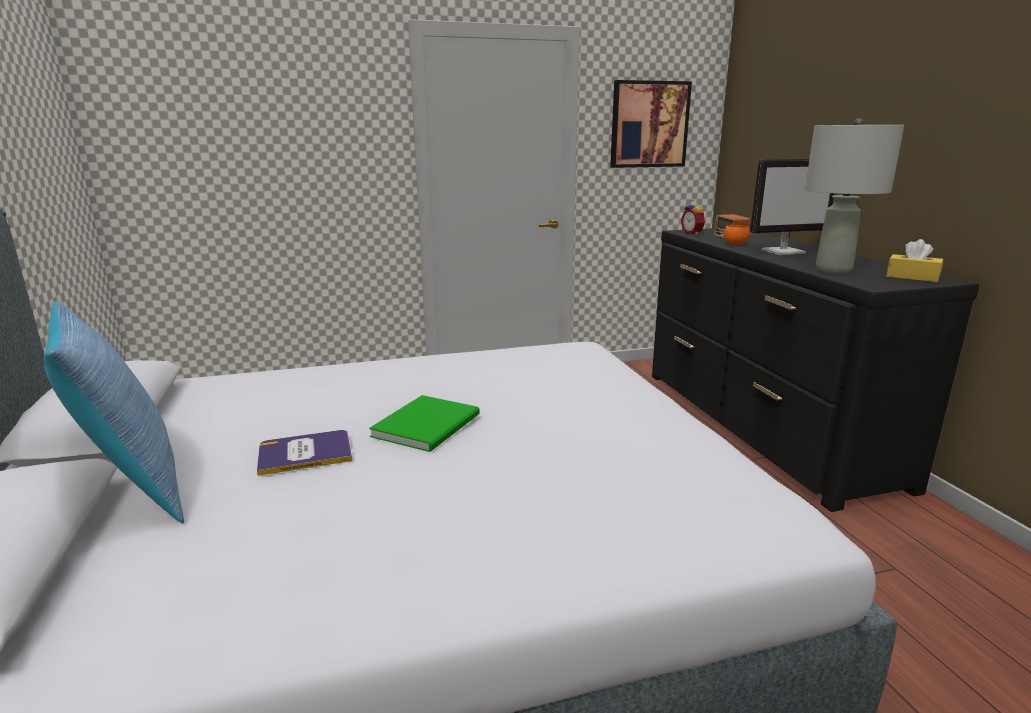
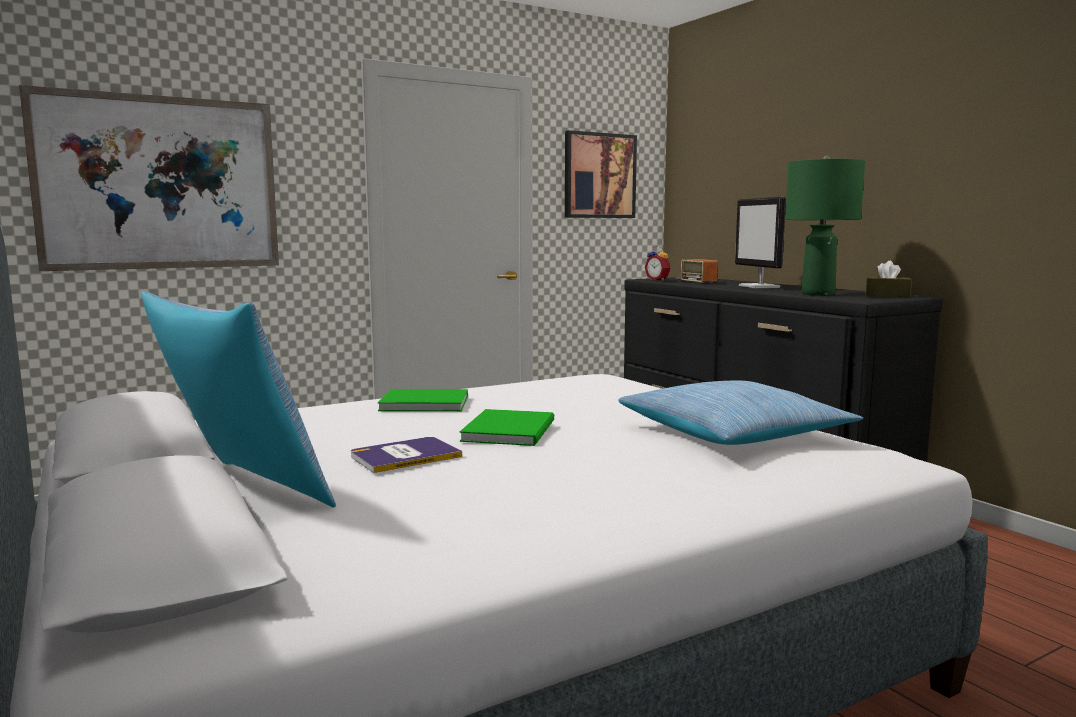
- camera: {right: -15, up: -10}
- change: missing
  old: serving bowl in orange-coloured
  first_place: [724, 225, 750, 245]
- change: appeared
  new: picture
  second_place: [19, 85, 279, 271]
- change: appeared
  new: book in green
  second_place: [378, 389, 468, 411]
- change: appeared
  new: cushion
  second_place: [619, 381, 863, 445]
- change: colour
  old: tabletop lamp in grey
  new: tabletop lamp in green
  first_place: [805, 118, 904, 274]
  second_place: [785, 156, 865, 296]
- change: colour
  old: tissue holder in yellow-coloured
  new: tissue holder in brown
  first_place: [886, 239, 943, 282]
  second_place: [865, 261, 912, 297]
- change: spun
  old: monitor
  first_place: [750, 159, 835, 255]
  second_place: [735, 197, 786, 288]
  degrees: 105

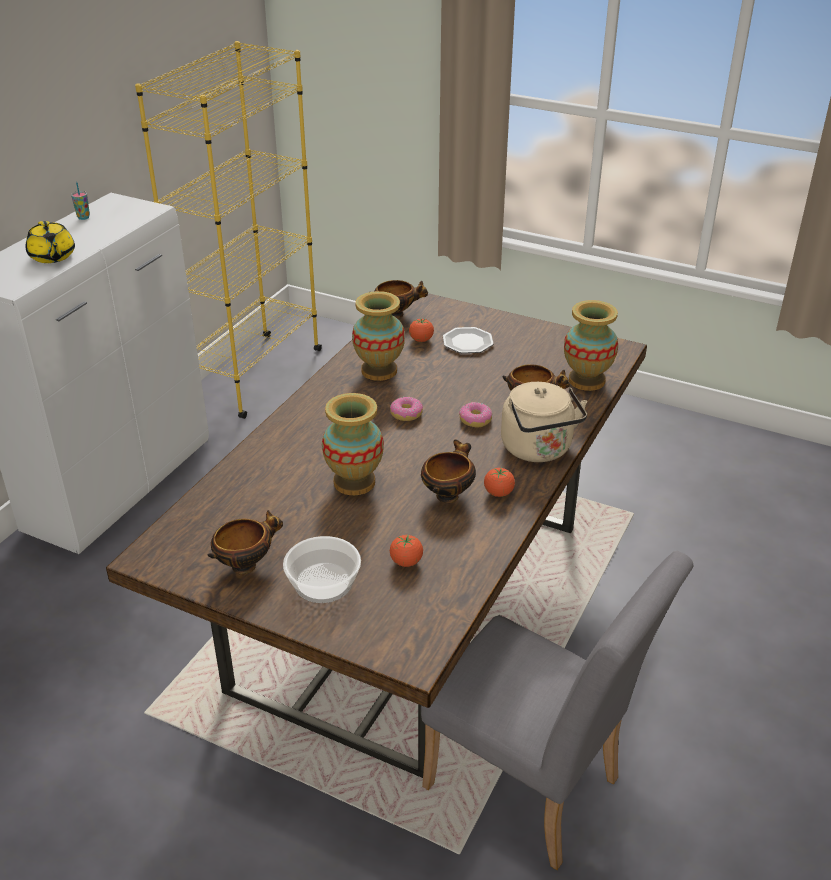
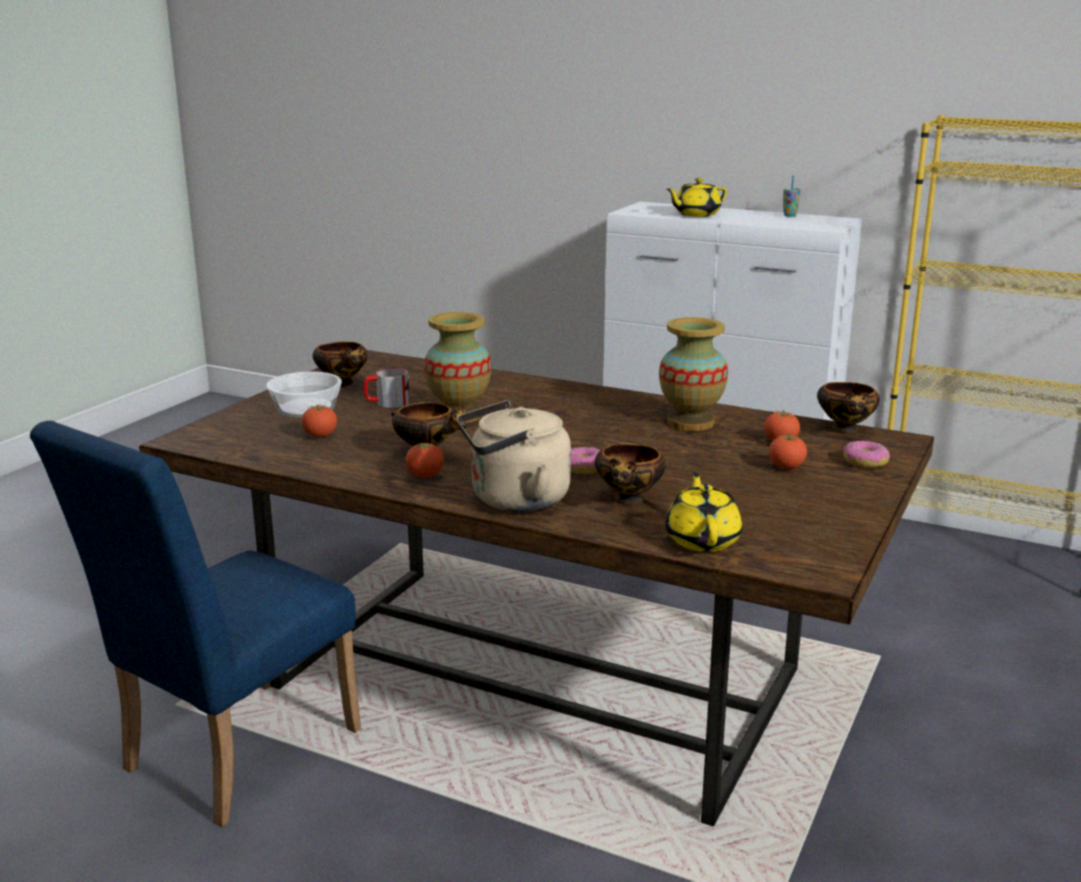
- camera: {right: 90, up: -15}
- change: appeared
  new: coffee mug
  second_place: [363, 368, 410, 408]
- change: relocated
  old: ring doughnut
  first_place: [390, 397, 423, 421]
  second_place: [843, 440, 890, 468]
- change: exchanged
  old: dinner plate
  new: fresh tomato
  first_place: [443, 327, 494, 353]
  second_place: [769, 433, 807, 469]
- change: exchanged
  old: decorative vase
  new: teapot in yellow-coloured
  first_place: [564, 300, 618, 391]
  second_place: [665, 473, 742, 552]
- change: colour
  old: upright chair in grey
  new: upright chair in blue
  first_place: [421, 551, 693, 870]
  second_place: [30, 421, 361, 827]

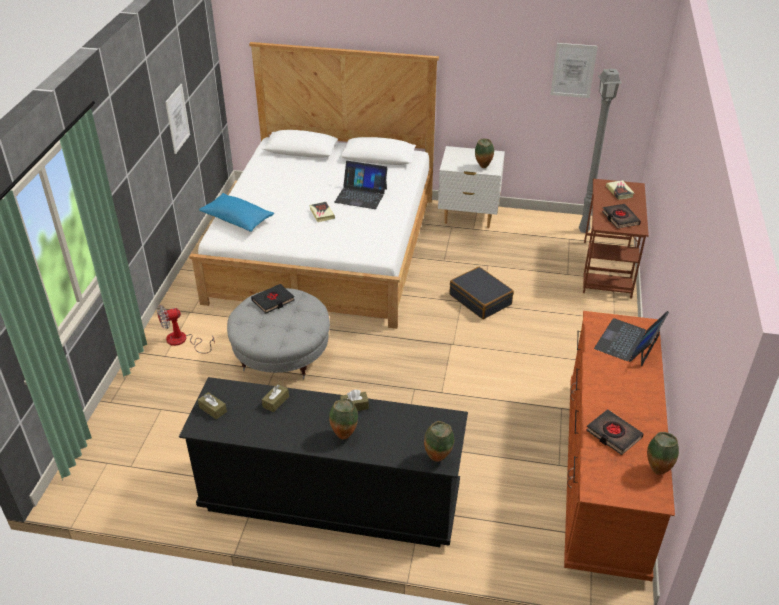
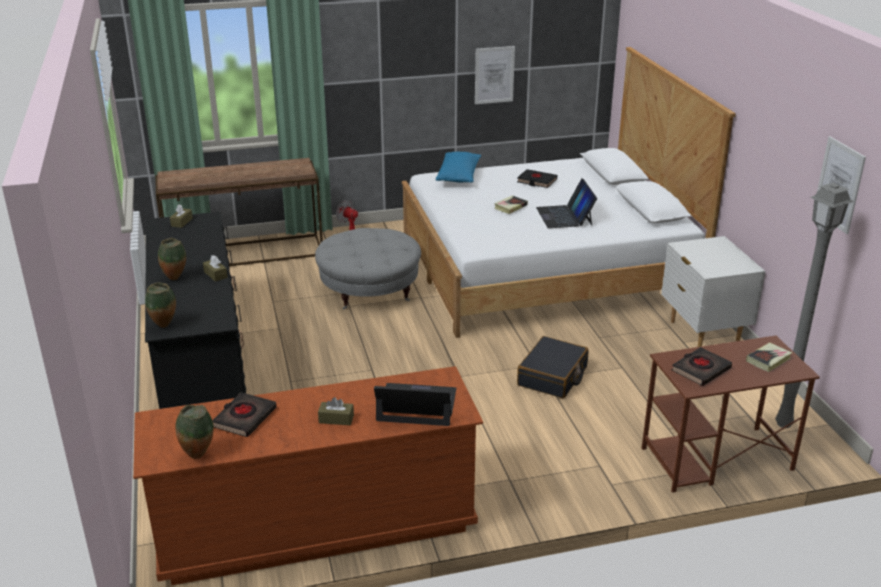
- camera: {right: 65, up: -10}
- change: missing
  old: decorative vase
  first_place: [475, 139, 494, 168]
- change: appeared
  new: hall table in brown
  second_place: [155, 158, 323, 266]
- change: relocated
  old: book in black-coloured
  first_place: [251, 284, 294, 314]
  second_place: [517, 169, 557, 188]
- change: relocated
  old: tissue holder in brown
  first_place: [262, 384, 289, 413]
  second_place: [318, 397, 354, 425]

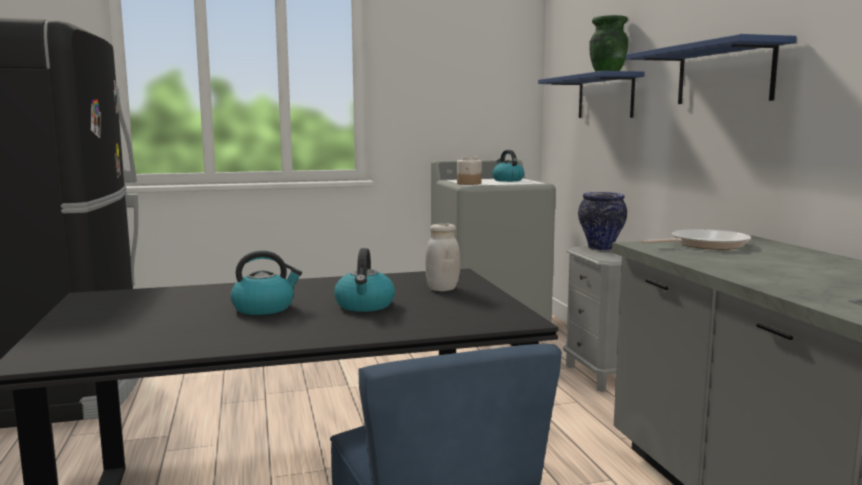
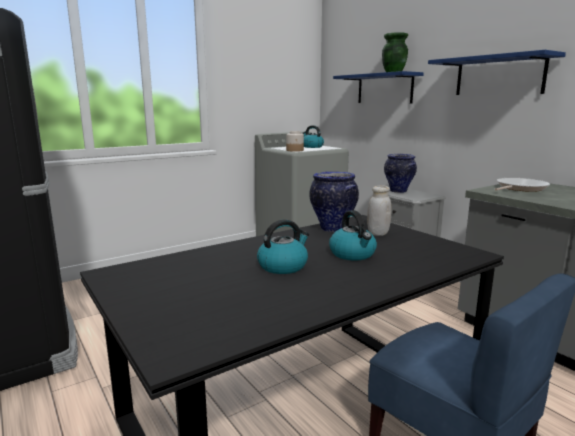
- camera: {right: -20, up: 5}
- change: appeared
  new: decorative vase
  second_place: [309, 172, 359, 232]

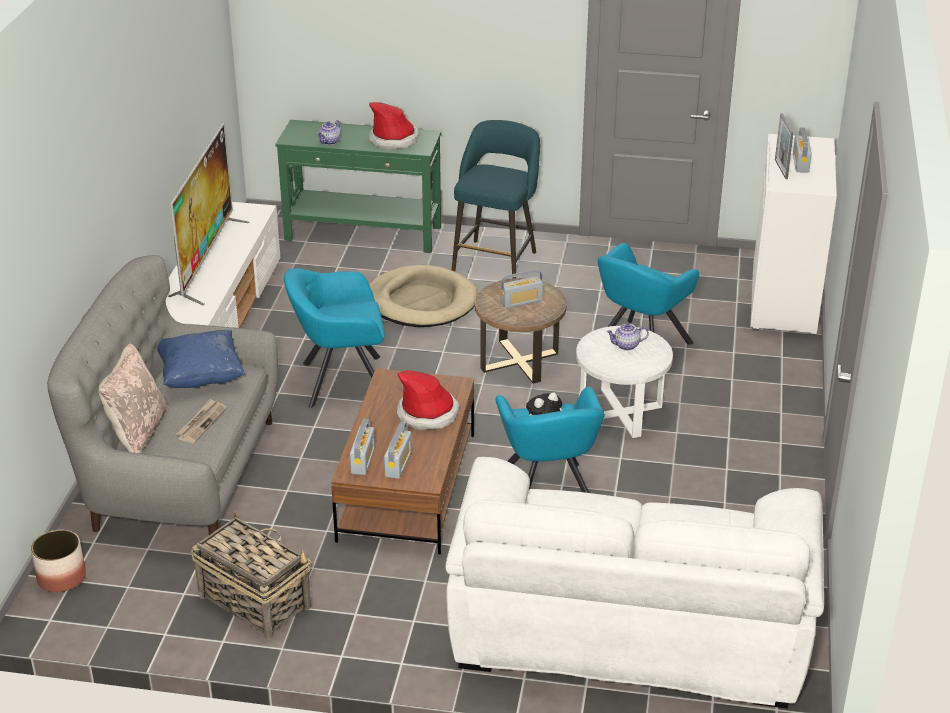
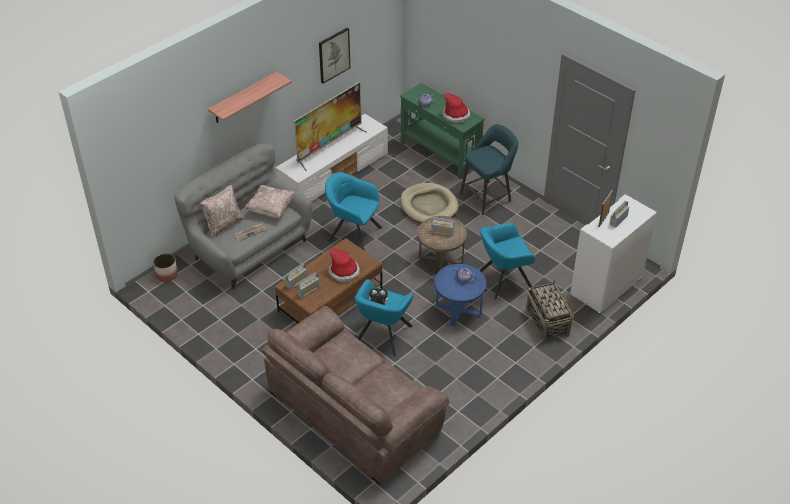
- camera: {right: 35, up: 10}
- change: appeared
  new: shelf
  second_place: [208, 71, 292, 123]
- change: appeared
  new: picture
  second_place: [319, 28, 350, 84]
- change: relocated
  old: storage basket
  first_place: [191, 511, 311, 640]
  second_place: [526, 280, 574, 342]
- change: colour
  old: cushion in blue
  new: cushion in beige-coloured
  first_place: [157, 330, 245, 388]
  second_place: [244, 185, 295, 218]
- change: colour
  old: couch in whitish
  new: couch in brown
  first_place: [446, 457, 824, 708]
  second_place: [262, 306, 449, 484]
- change: colour
  old: accent table in whitish
  new: accent table in blue
  first_place: [576, 326, 673, 438]
  second_place: [434, 264, 486, 326]

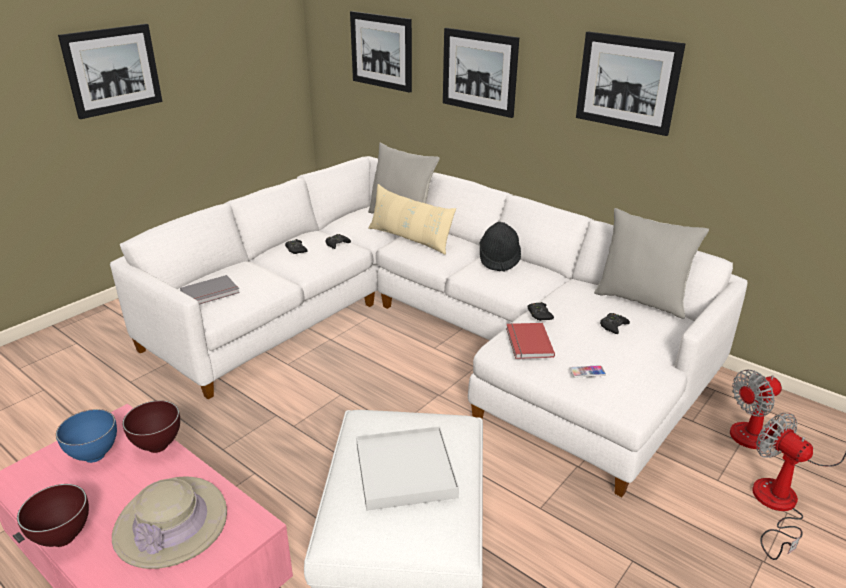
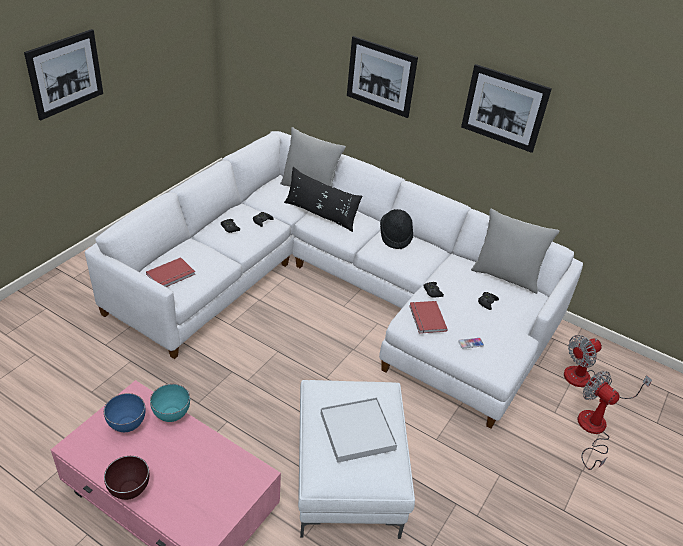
- camera: {right: -10, up: 10}
- change: missing
  old: clothing hat in beige-coloured
  first_place: [112, 476, 227, 569]
- change: missing
  old: picture
  first_place: [350, 11, 412, 93]
- change: colour
  old: serving bowl in brown
  new: serving bowl in turquoise-coloured
  first_place: [122, 400, 180, 453]
  second_place: [150, 384, 190, 422]
- change: colour
  old: book in grey
  new: book in reddish
  first_place: [180, 275, 240, 304]
  second_place: [146, 257, 195, 287]
- change: colour
  old: cushion in beige-coloured
  new: cushion in black-coloured
  first_place: [368, 184, 456, 255]
  second_place: [284, 167, 362, 232]

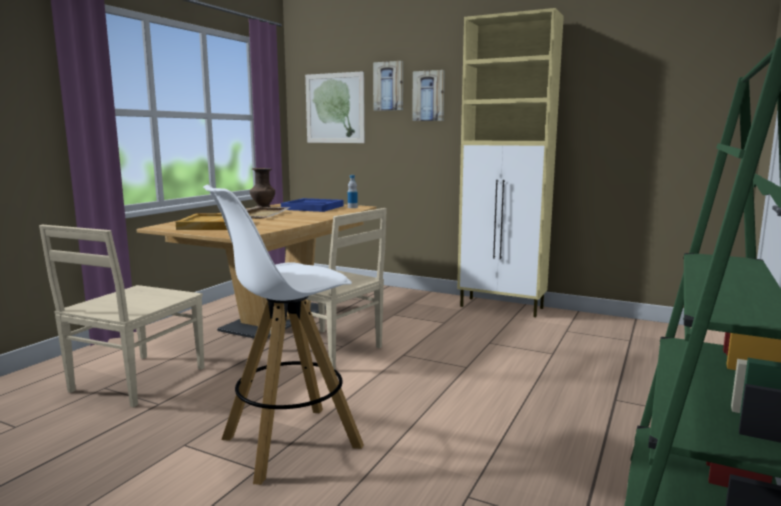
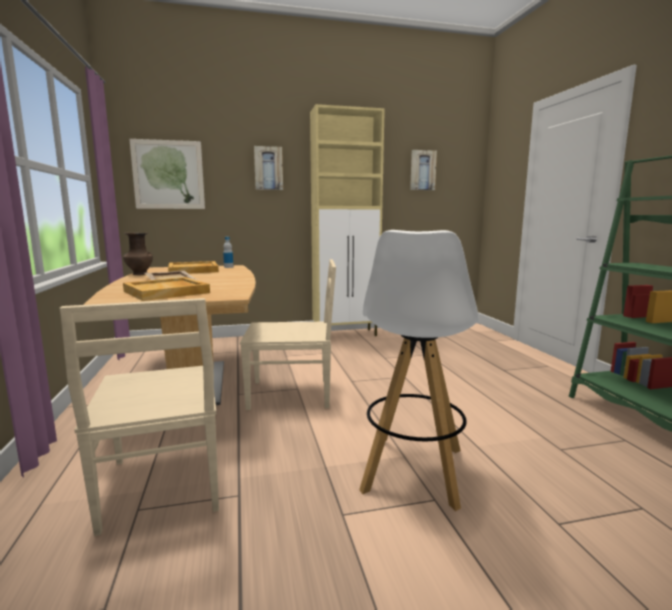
- camera: {right: -40, up: 0}
- change: relocated
  old: picture
  first_place: [373, 61, 403, 111]
  second_place: [410, 150, 437, 190]
- change: colour
  old: tray in blue
  new: tray in beige-coloured
  first_place: [281, 198, 343, 212]
  second_place: [168, 261, 219, 274]

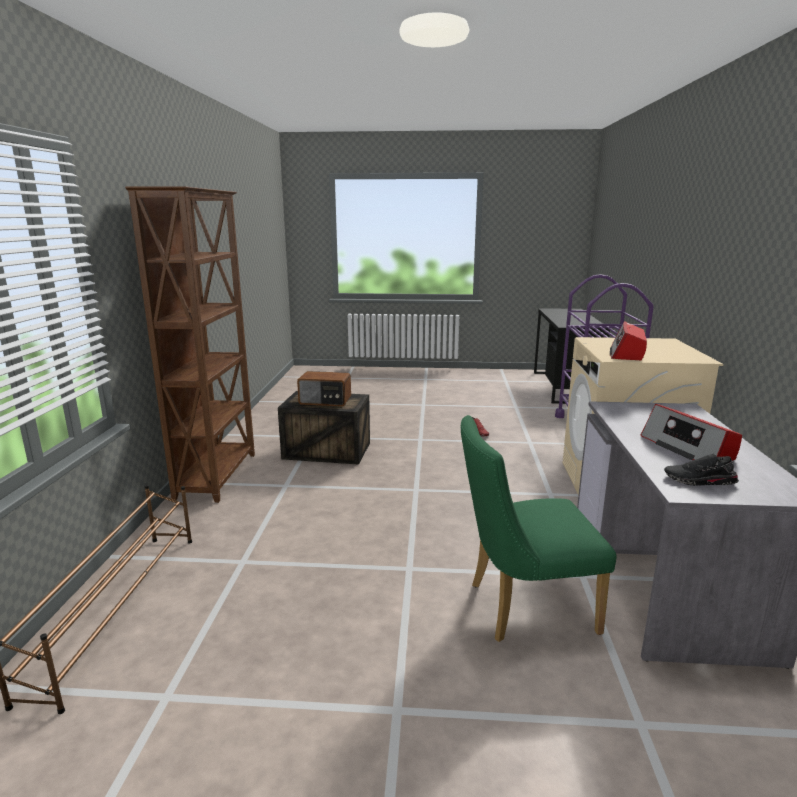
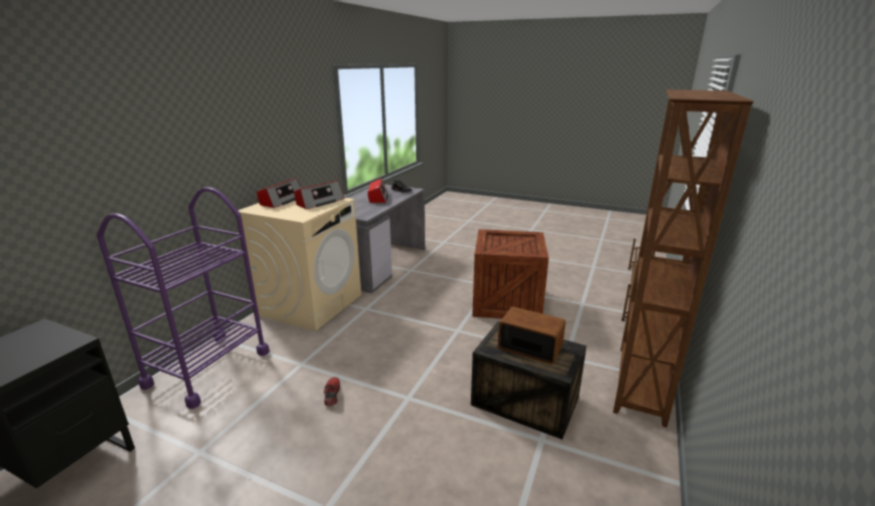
- camera: {right: -160, up: 5}
- change: missing
  old: upright chair in green
  first_place: [461, 415, 616, 642]
- change: appeared
  new: radio set
  second_place: [257, 178, 301, 208]
- change: appeared
  new: crate
  second_place: [472, 229, 549, 319]

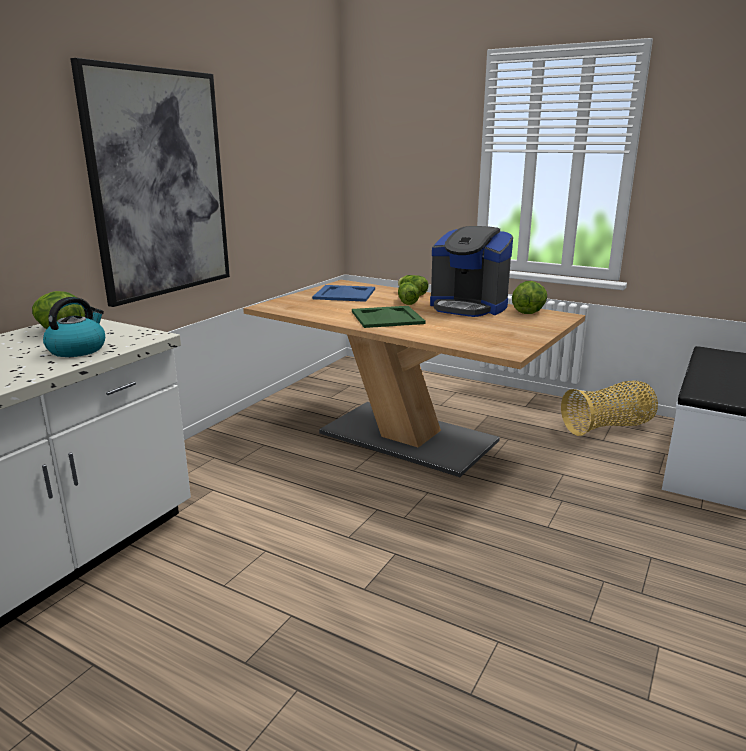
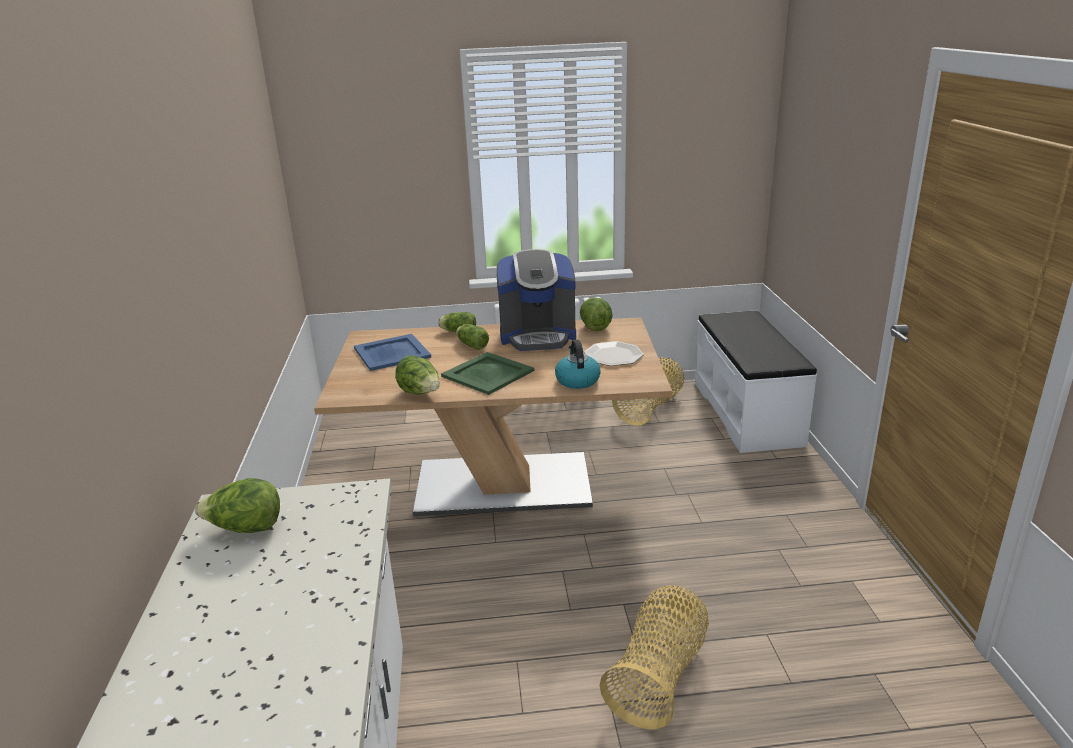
- camera: {right: -35, up: 5}
- change: missing
  old: picture
  first_place: [70, 58, 230, 307]
- change: appeared
  new: lettuce
  second_place: [395, 355, 440, 395]
- change: appeared
  new: dinner plate
  second_place: [584, 341, 644, 366]
- change: appeared
  new: storage basket
  second_place: [599, 585, 709, 729]
- change: relocated
  old: kettle
  first_place: [43, 297, 105, 357]
  second_place: [555, 340, 601, 389]

